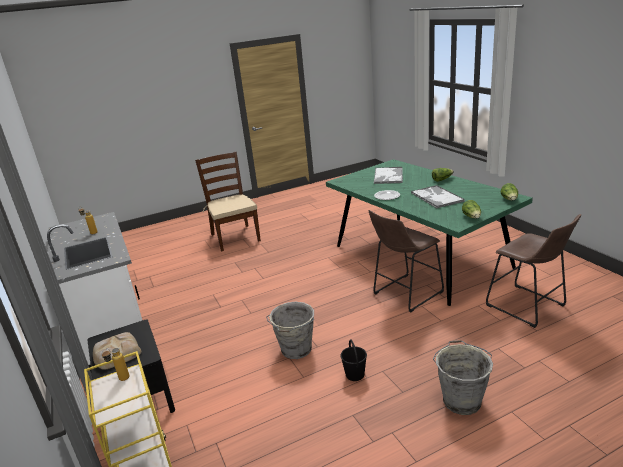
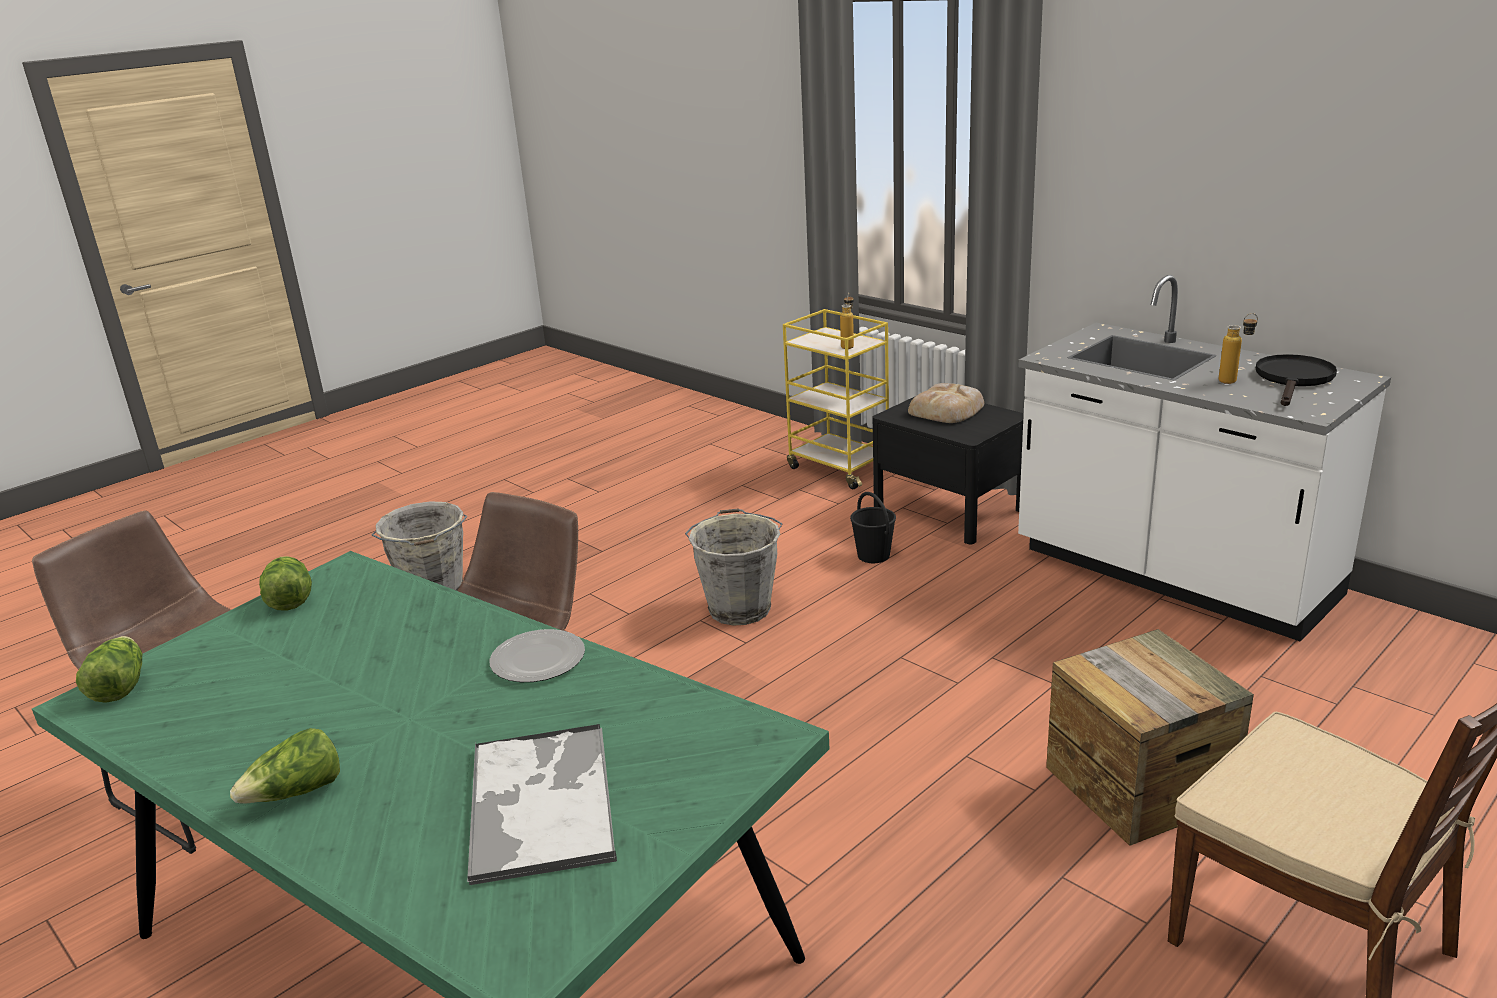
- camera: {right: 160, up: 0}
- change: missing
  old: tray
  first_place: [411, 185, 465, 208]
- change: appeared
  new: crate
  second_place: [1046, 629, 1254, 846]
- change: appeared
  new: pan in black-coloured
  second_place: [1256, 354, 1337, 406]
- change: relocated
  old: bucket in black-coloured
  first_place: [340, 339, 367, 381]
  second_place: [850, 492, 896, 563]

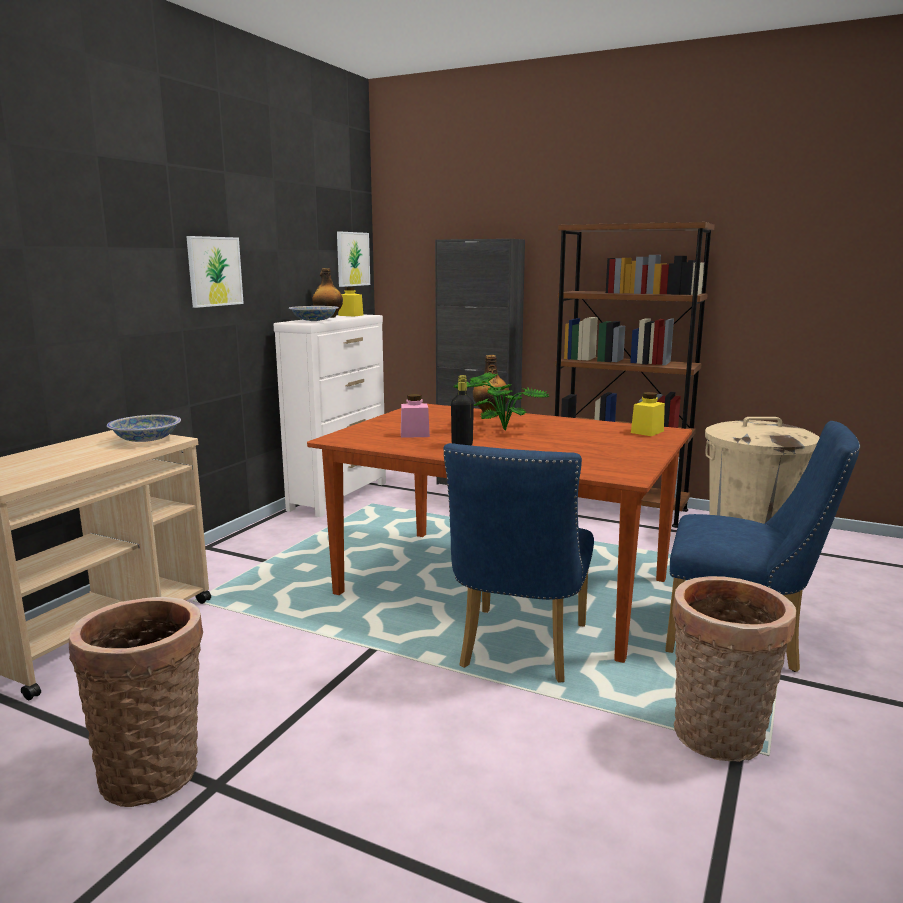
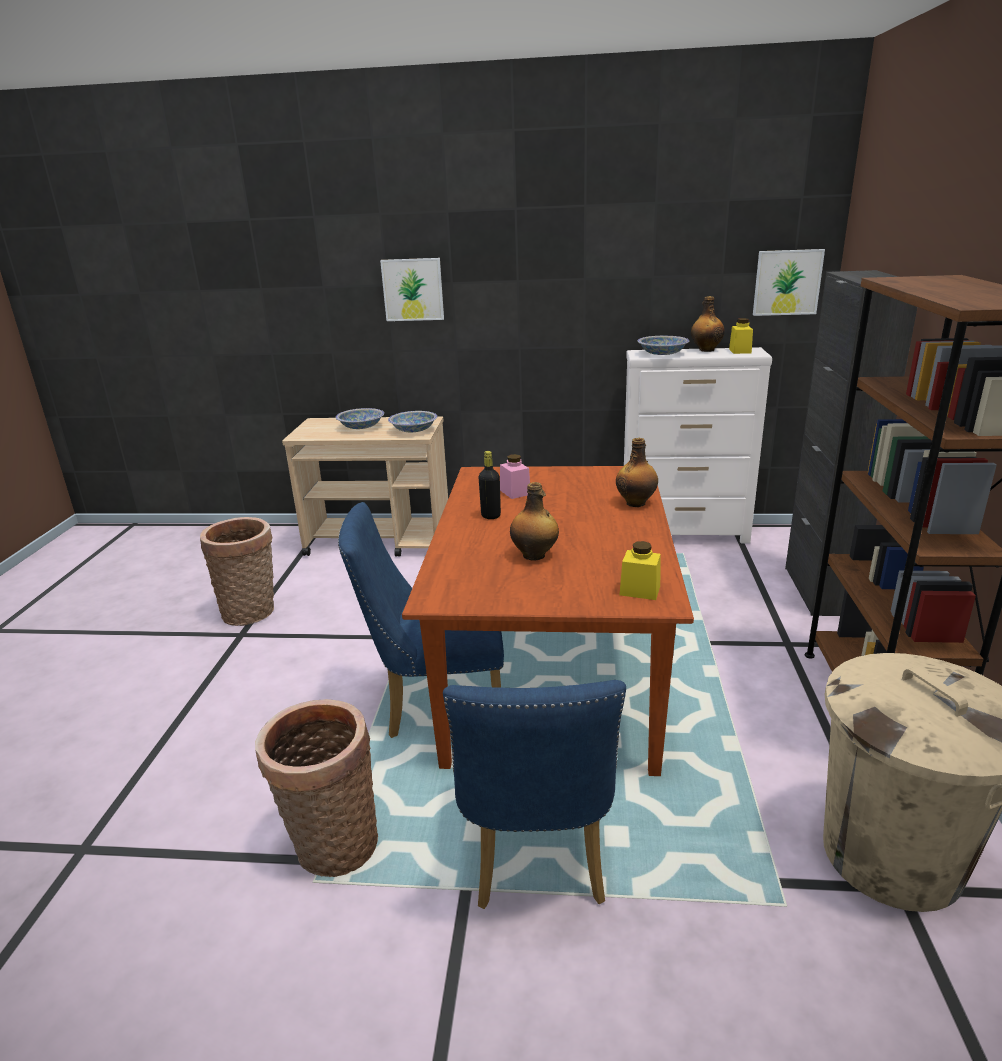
- camera: {right: 70, up: 10}
- change: missing
  old: houseplant
  first_place: [453, 372, 549, 431]
- change: appeared
  new: serving bowl
  second_place: [336, 408, 384, 429]
- change: appeared
  new: beverage bottle
  second_place: [510, 482, 559, 561]
- change: relocated
  old: picture
  first_place: [186, 236, 244, 308]
  second_place: [380, 258, 444, 321]

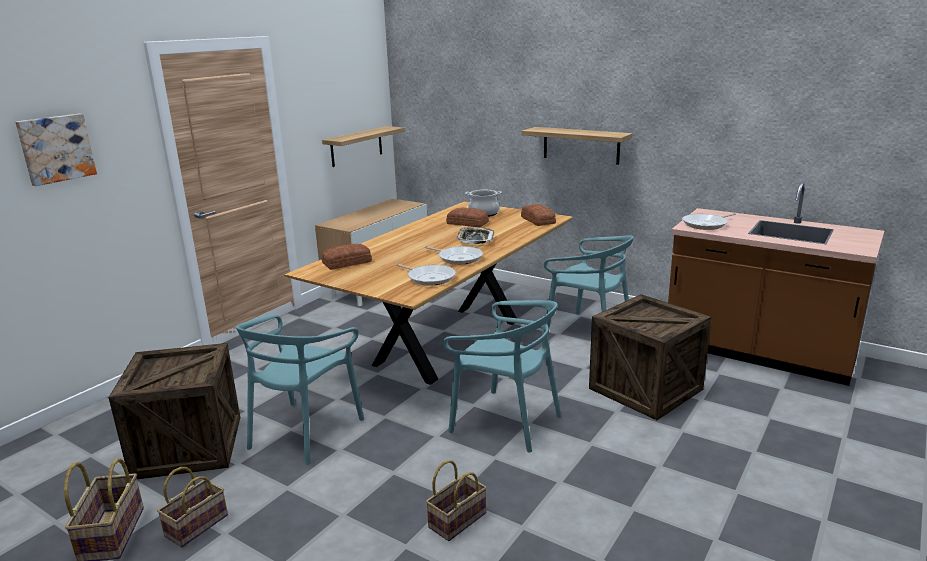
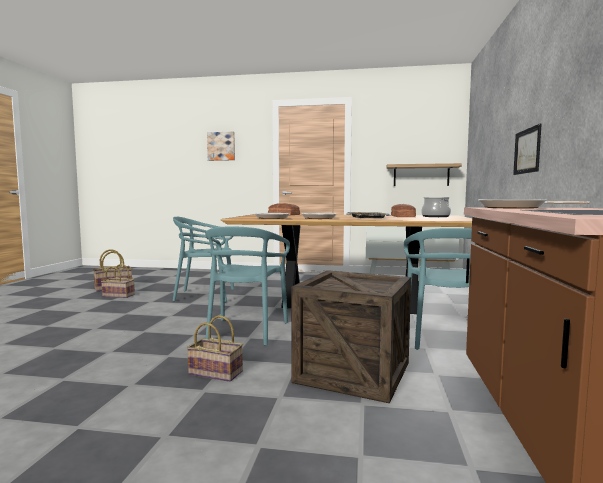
- camera: {right: 65, up: -15}
- change: missing
  old: crate
  first_place: [108, 343, 240, 479]
- change: missing
  old: bakery bread
  first_place: [521, 204, 556, 226]
- change: relocated
  old: storage basket
  first_place: [426, 460, 487, 541]
  second_place: [187, 315, 243, 382]
- change: exchanged
  old: shelf
  new: picture
  first_place: [522, 127, 632, 165]
  second_place: [513, 124, 542, 175]

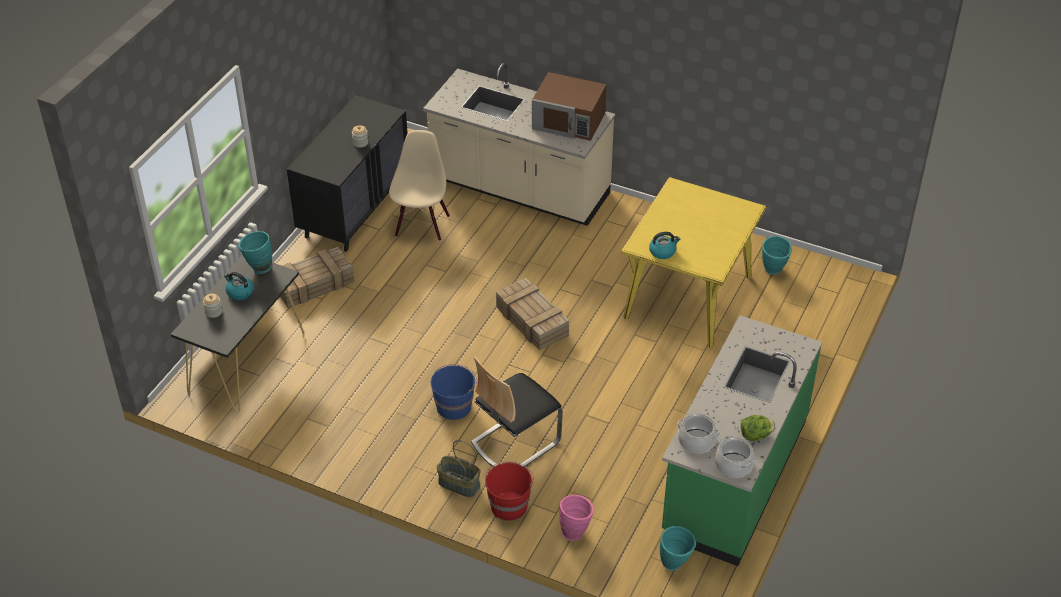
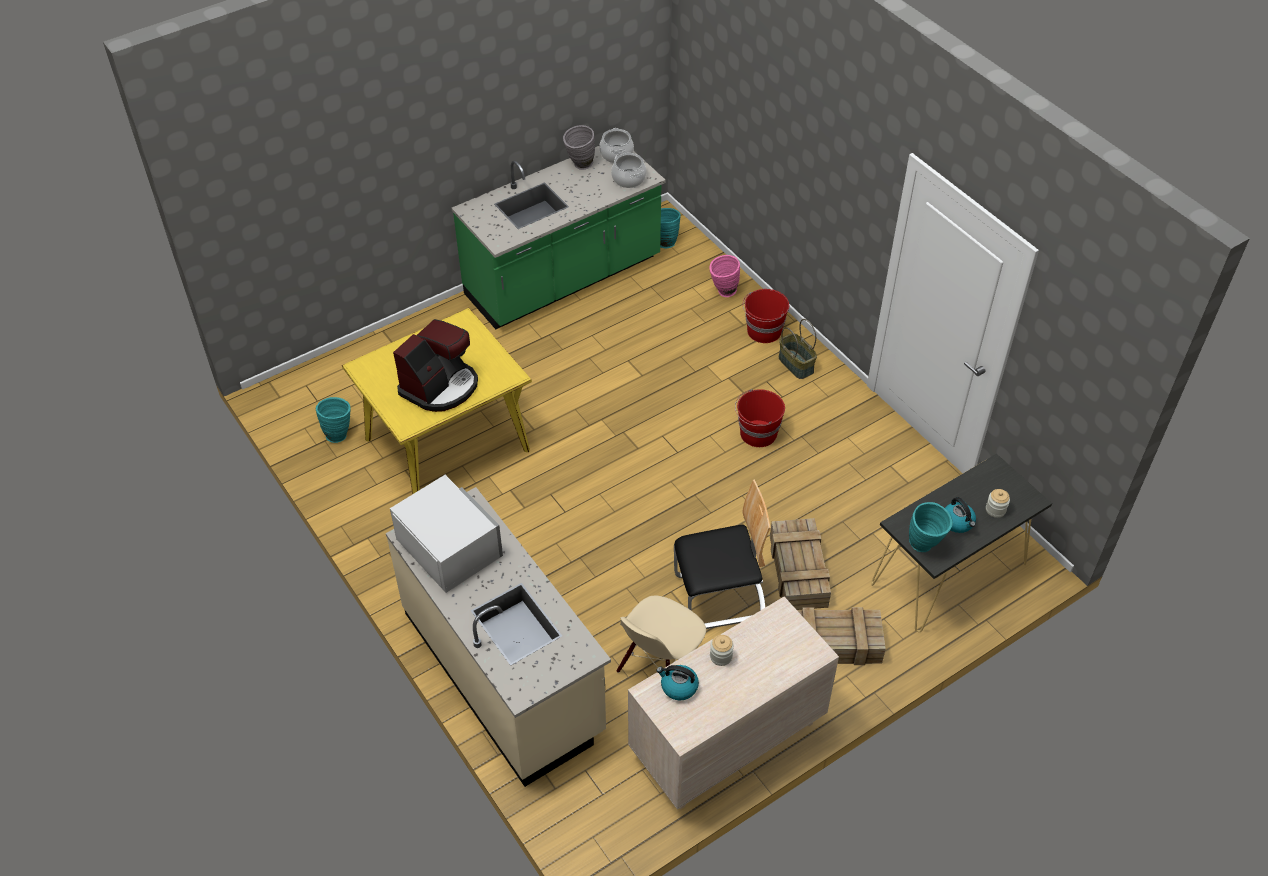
- camera: {right: -150, up: 5}
- change: appeared
  new: coffee maker
  second_place: [393, 319, 478, 412]
- change: relocated
  old: upright chair
  first_place: [471, 356, 563, 467]
  second_place: [674, 480, 770, 629]
- change: relocated
  old: crate
  first_place: [496, 278, 569, 350]
  second_place: [770, 518, 831, 610]
- change: relocated
  old: kettle
  first_place: [649, 232, 681, 259]
  second_place: [657, 665, 699, 701]
- change: exchanged
  old: lettuce
  new: decorative vase in grey
  first_place: [741, 415, 776, 441]
  second_place: [563, 125, 595, 170]
- change: colour
  old: dresser in black-coloured
  new: dresser in beige-coloured
  first_place: [287, 95, 408, 252]
  second_place: [628, 597, 839, 809]
- change: colour
  old: bucket in blue
  new: bucket in reddish
  first_place: [430, 364, 477, 420]
  second_place: [735, 389, 785, 447]
- change: colour
  old: microwave oven in brown
  new: microwave oven in whitish
  first_place: [532, 72, 607, 141]
  second_place: [390, 475, 503, 593]

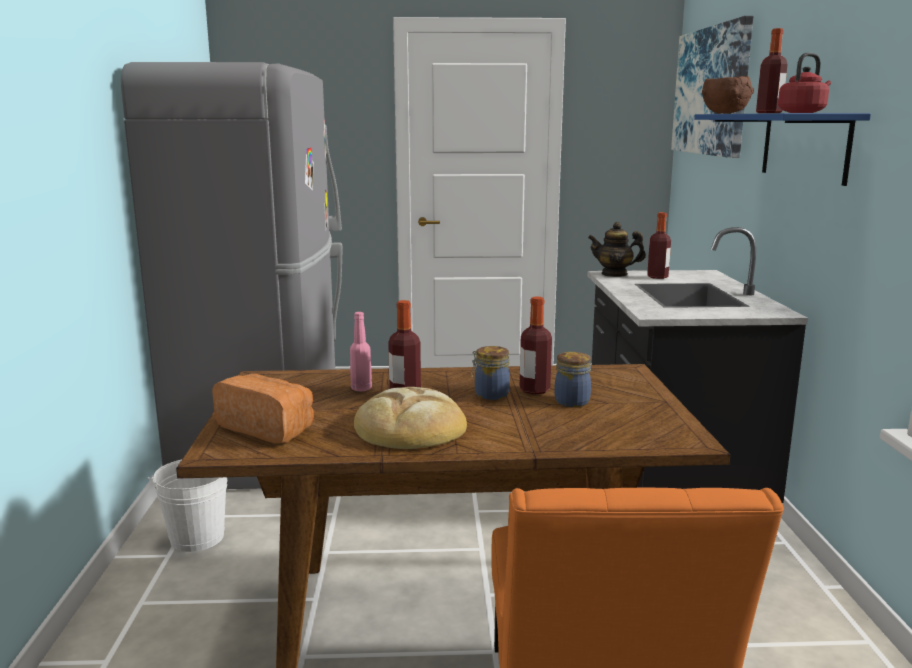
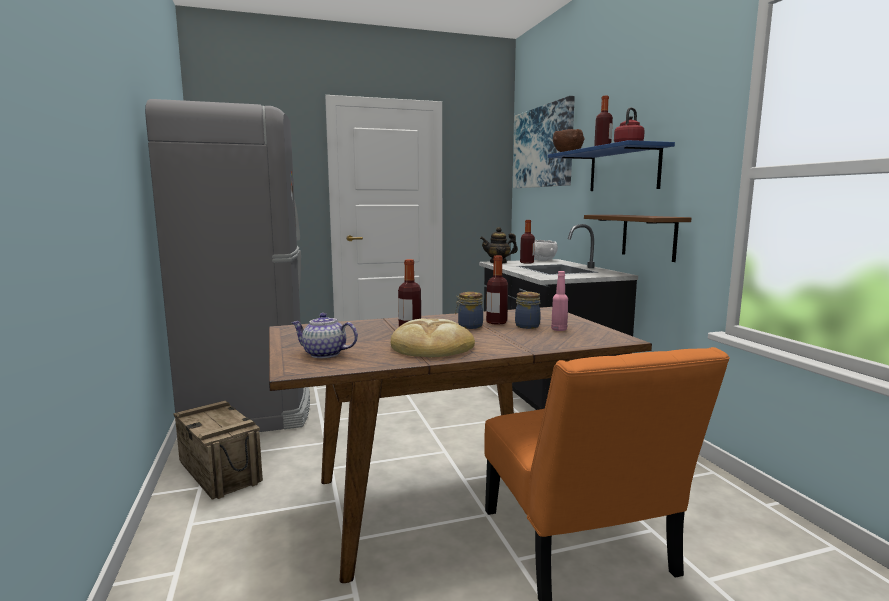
- camera: {right: -15, up: -5}
- change: appeared
  new: serving bowl in whitish
  second_place: [534, 240, 558, 261]
- change: appeared
  new: shelf in brown
  second_place: [584, 215, 691, 262]
- change: relocated
  old: beverage bottle in pinkish
  first_place: [350, 312, 372, 391]
  second_place: [551, 271, 568, 331]
- change: exchanged
  old: bucket in whitish
  new: crate
  first_place: [148, 460, 227, 552]
  second_place: [173, 401, 263, 500]
- change: exchanged
  old: bakery bread
  new: teapot
  first_place: [212, 374, 314, 444]
  second_place: [291, 313, 358, 358]

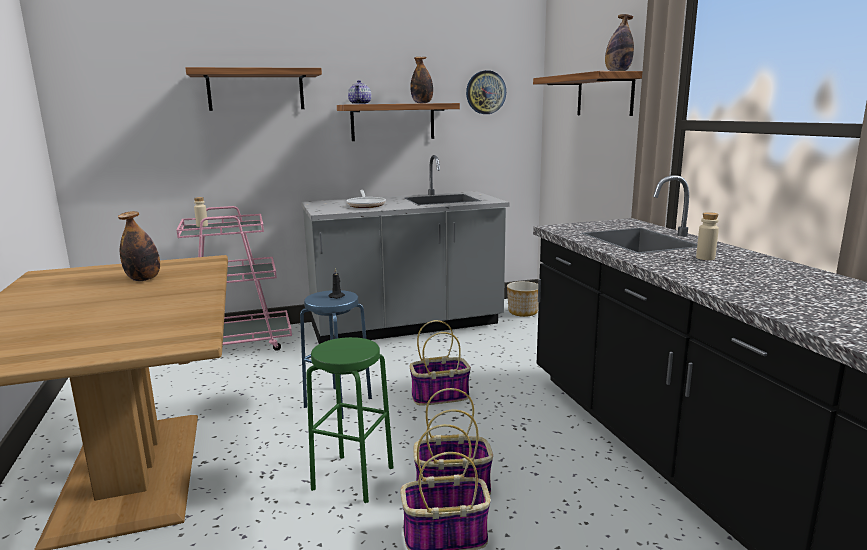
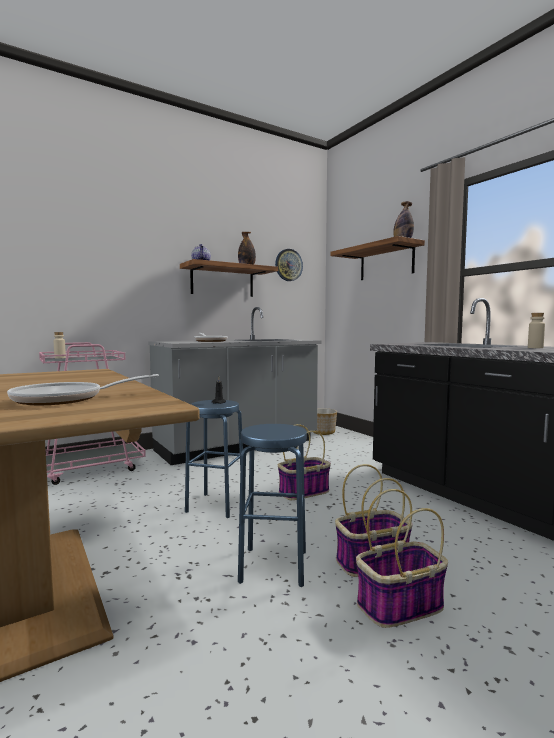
- camera: {right: -15, up: -10}
- change: missing
  old: beverage bottle
  first_place: [118, 211, 160, 281]
- change: missing
  old: shelf
  first_place: [185, 67, 322, 111]
- change: appeared
  new: pan
  second_place: [7, 374, 159, 405]
- change: colour
  old: stool in green
  new: stool in blue
  first_place: [306, 337, 394, 503]
  second_place: [238, 424, 307, 587]

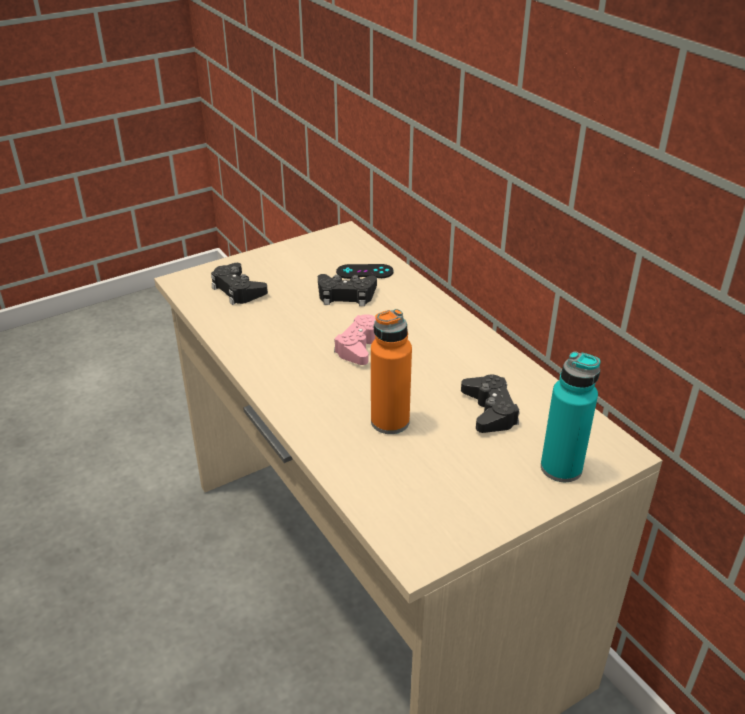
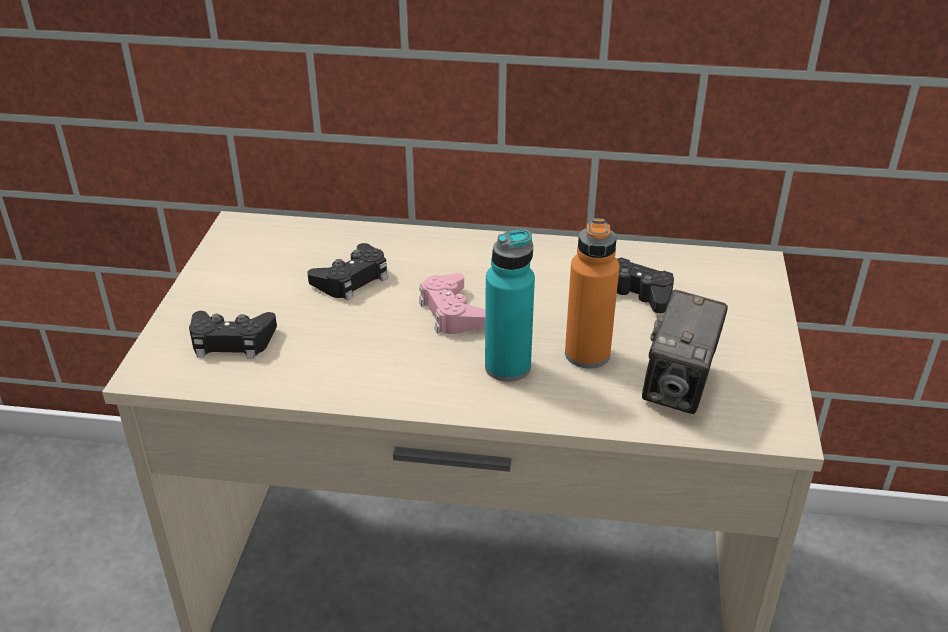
- camera: {right: -50, up: 0}
- change: missing
  old: game controller in black-coloured
  first_place: [336, 264, 394, 279]
- change: appeared
  new: photo camera
  second_place: [642, 289, 728, 414]
- change: relocated
  old: beverage bottle in turquoise-coloured
  first_place: [541, 351, 601, 482]
  second_place: [485, 229, 535, 382]

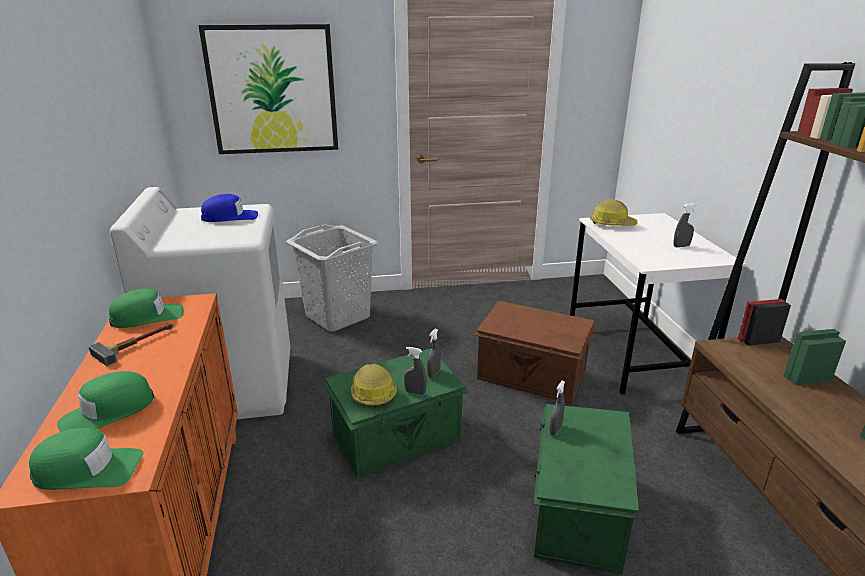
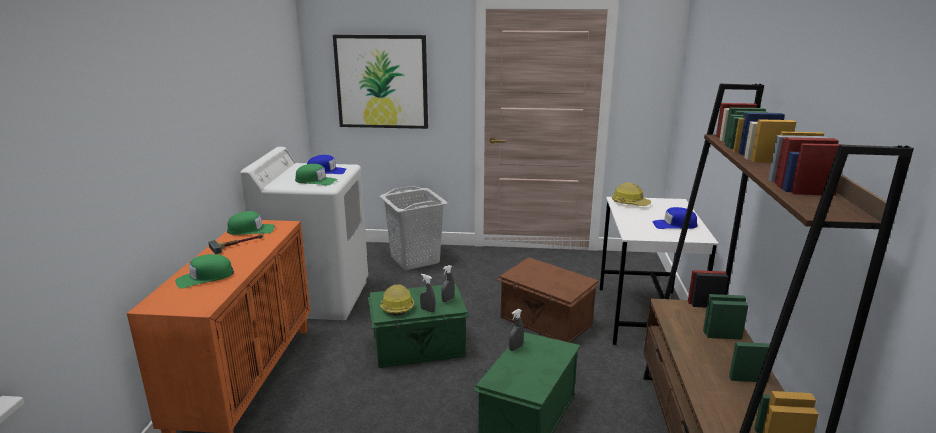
- camera: {right: 15, up: -5}
- change: relocated
  old: baseball cap in green
  first_place: [29, 428, 143, 490]
  second_place: [295, 164, 337, 185]
- change: exchanged
  old: spray bottle in grey
  new: baseball cap in blue
  first_place: [673, 203, 697, 247]
  second_place: [652, 207, 698, 229]

